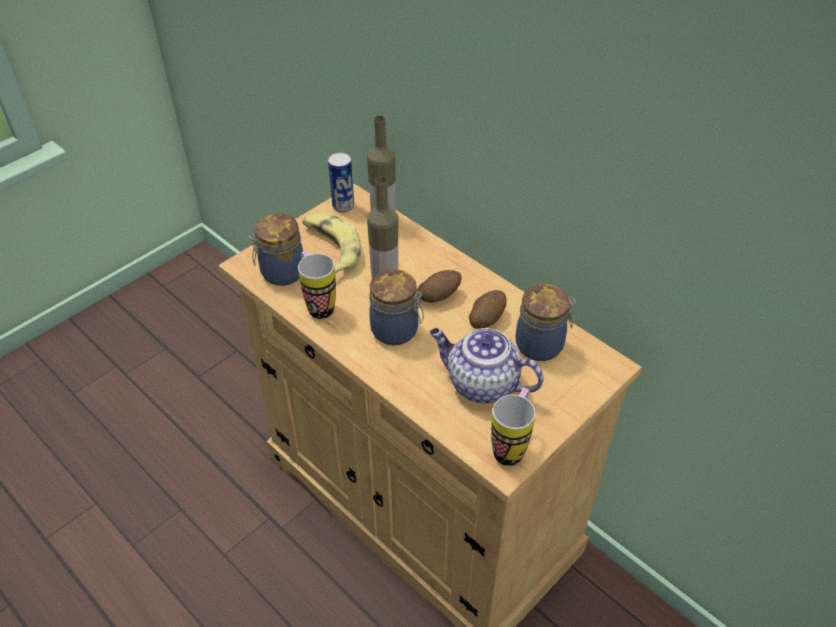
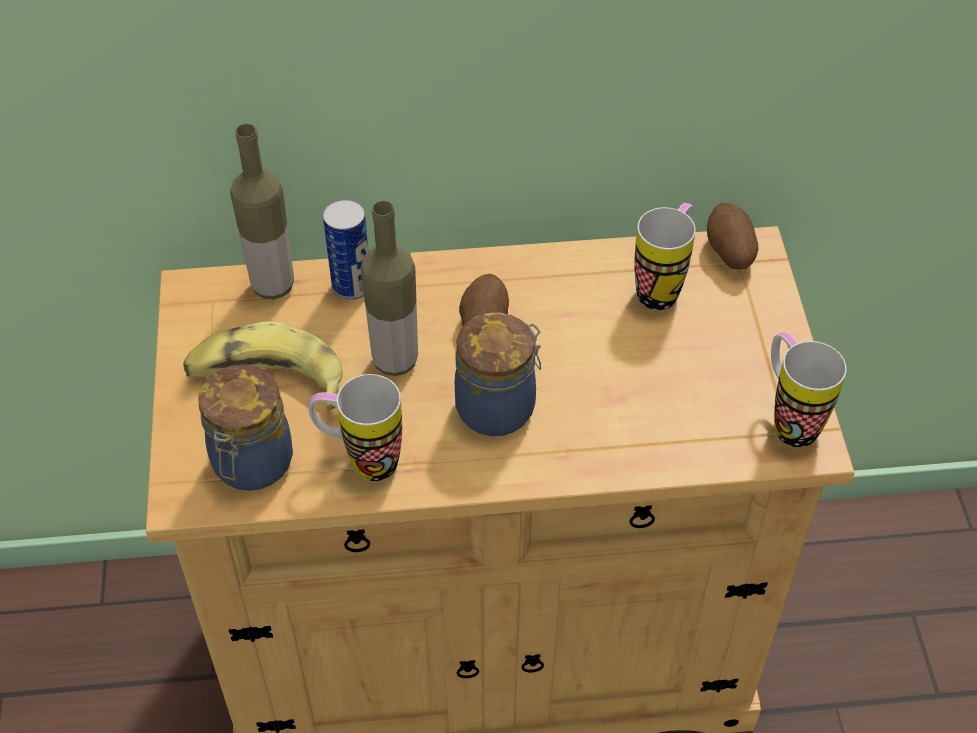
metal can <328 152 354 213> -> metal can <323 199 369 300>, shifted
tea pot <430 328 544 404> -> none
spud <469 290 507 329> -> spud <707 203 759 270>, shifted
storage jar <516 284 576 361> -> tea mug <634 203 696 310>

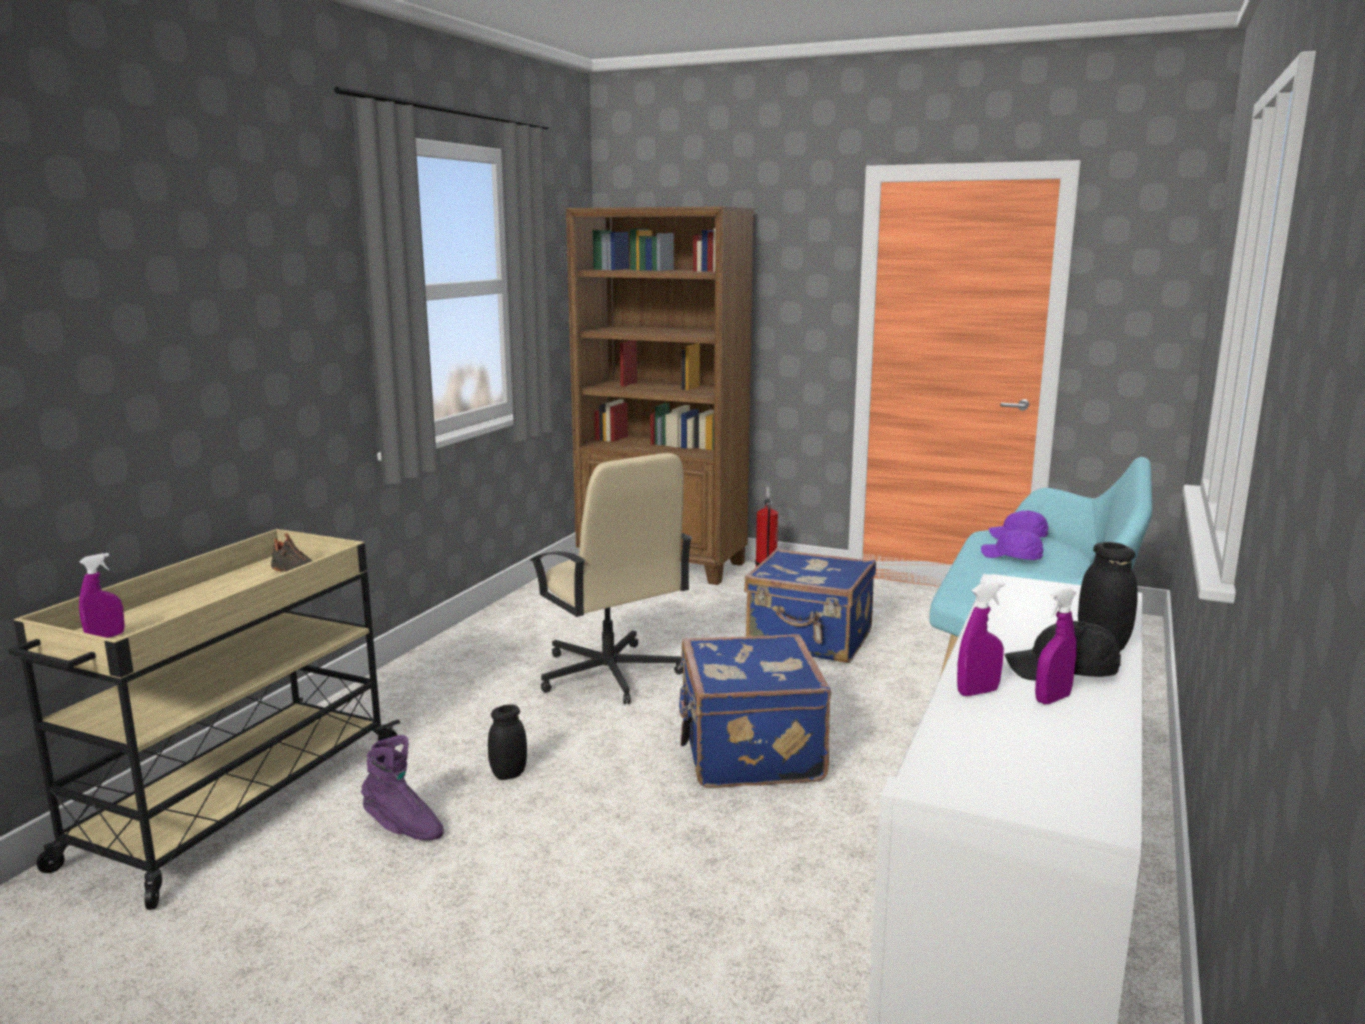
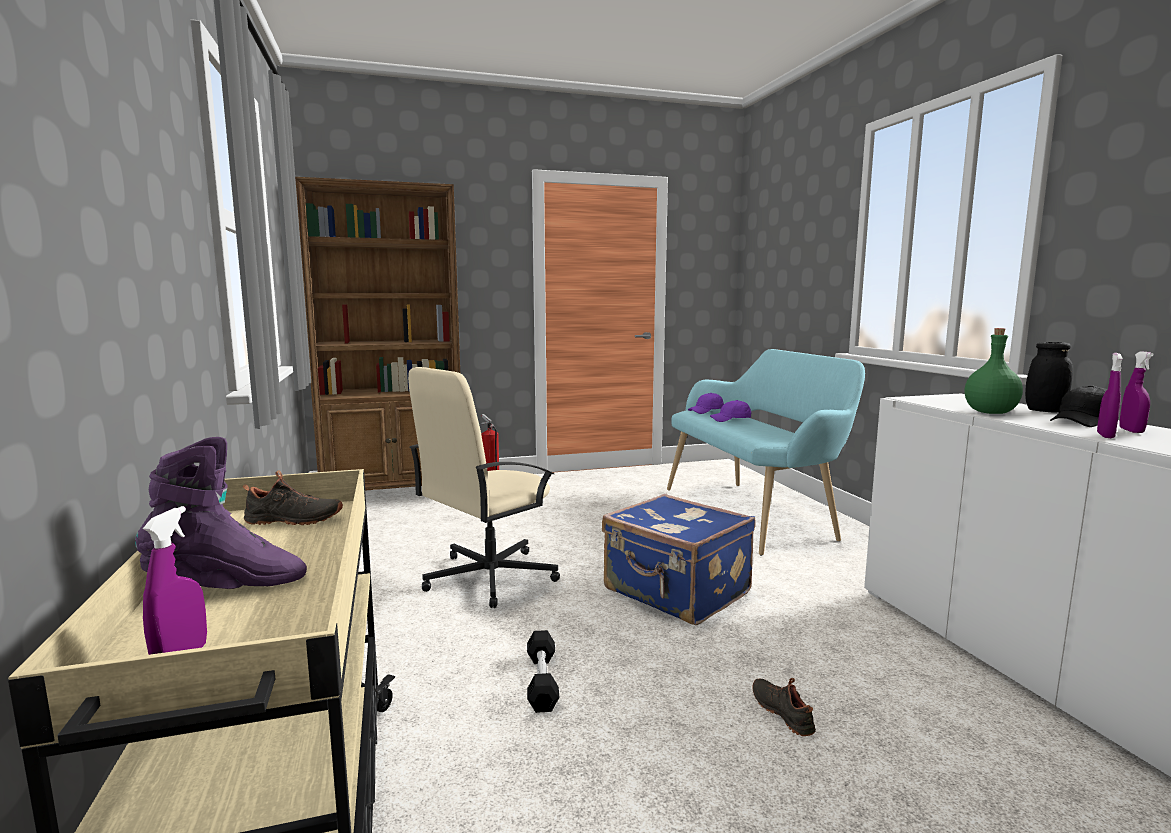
tall boot/purple <361 735 444 840> -> tall boot/purple <135 437 307 589>, shifted
storage jar/black-coloured <488 704 527 780> -> dumbbell/black-coloured <527 630 559 713>
desk chair/sand-coloured <530 453 692 704> -> desk chair/sand-coloured <408 367 560 608>, 120 degrees clockwise
piece of luggage/blue <744 548 876 663> -> none
none -> low shoe/black-coloured <752 678 816 736>
none -> bottle/green <965 328 1023 414>

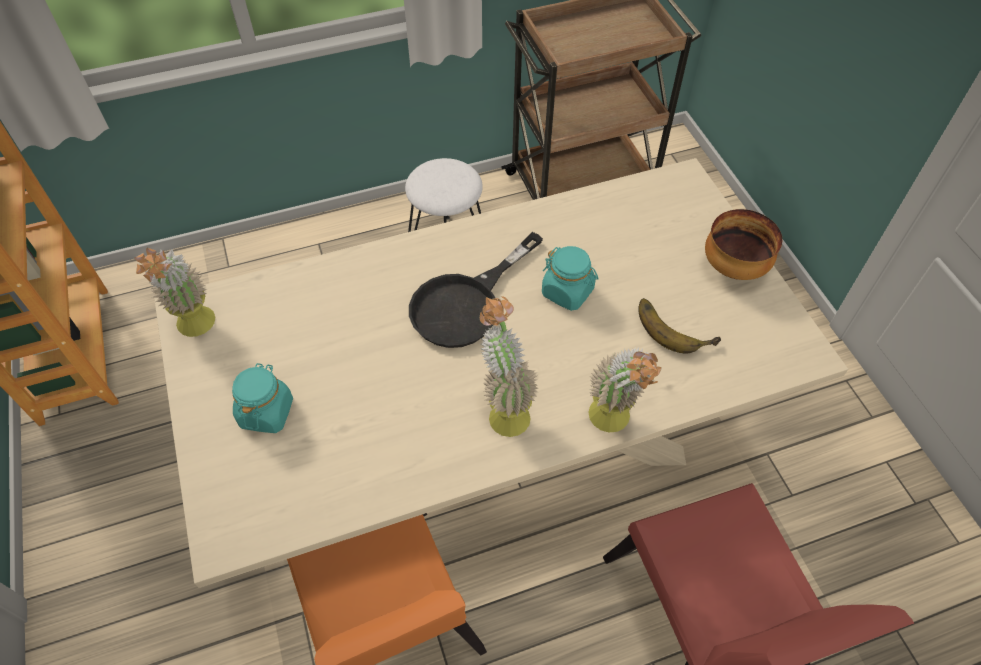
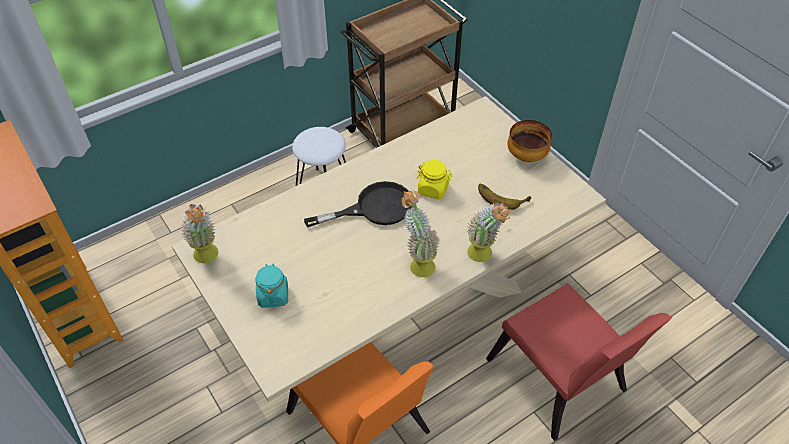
frying pan/black-coloured <409 232 543 348> -> frying pan/black-coloured <304 181 412 227>, 135 degrees counterclockwise
storage jar/blue-green <542 246 599 311> -> storage jar/yellowish <416 160 452 199>

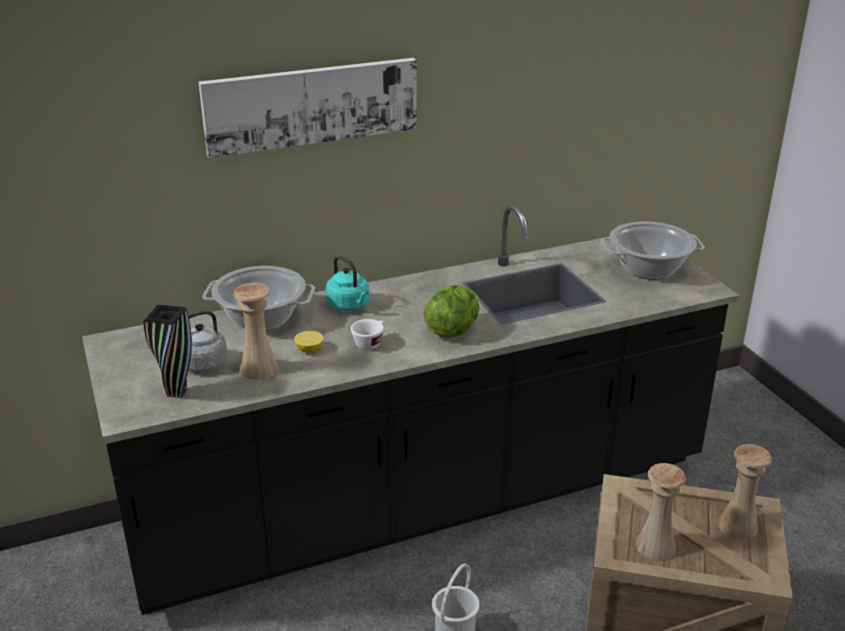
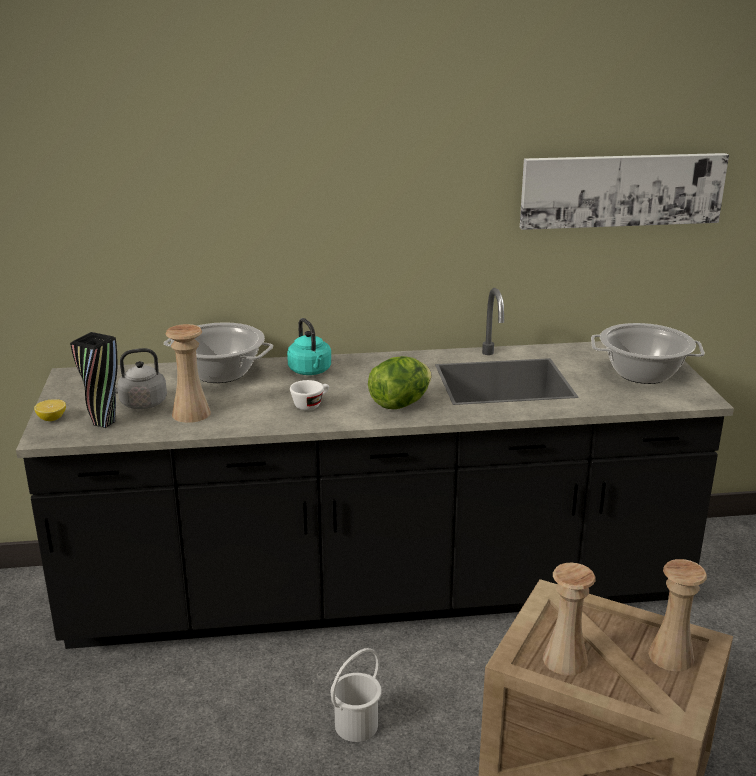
wall picture <198 58 417 158> -> wall picture <520 153 729 230>, shifted
citrus fruit <294 331 324 353> -> citrus fruit <34 399 66 421>, shifted

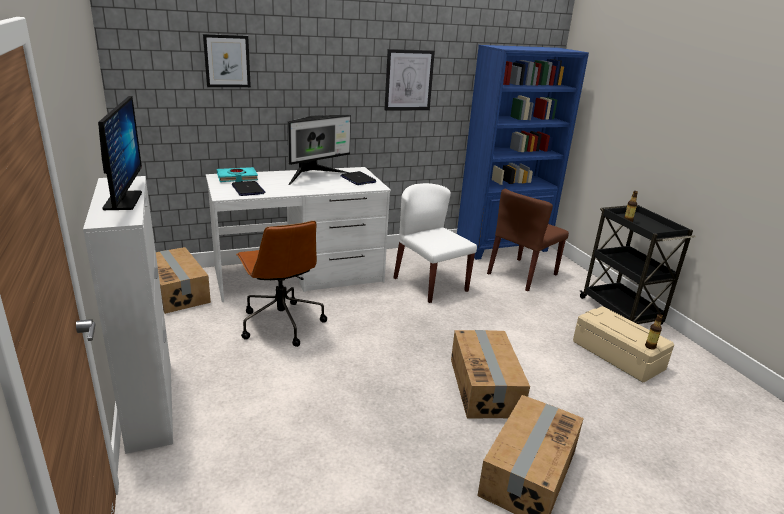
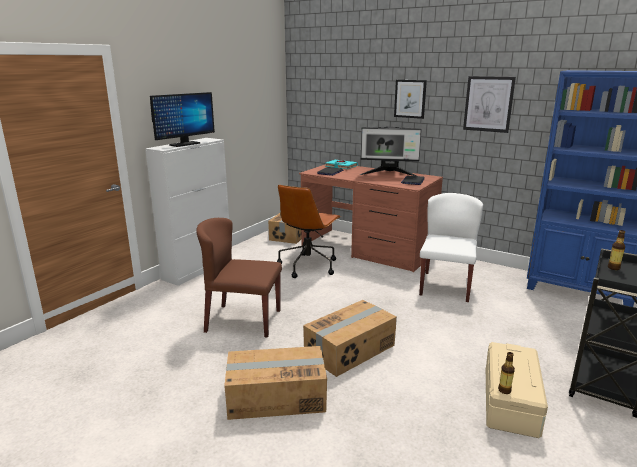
wall picture <203 34 251 87> -> wall picture <394 80 427 119>, shifted
desk table/whitish <206 167 391 302> -> desk table/brown <299 164 443 272>
plain chair/brown <487 189 569 291> -> plain chair/brown <196 218 282 338>, shifted

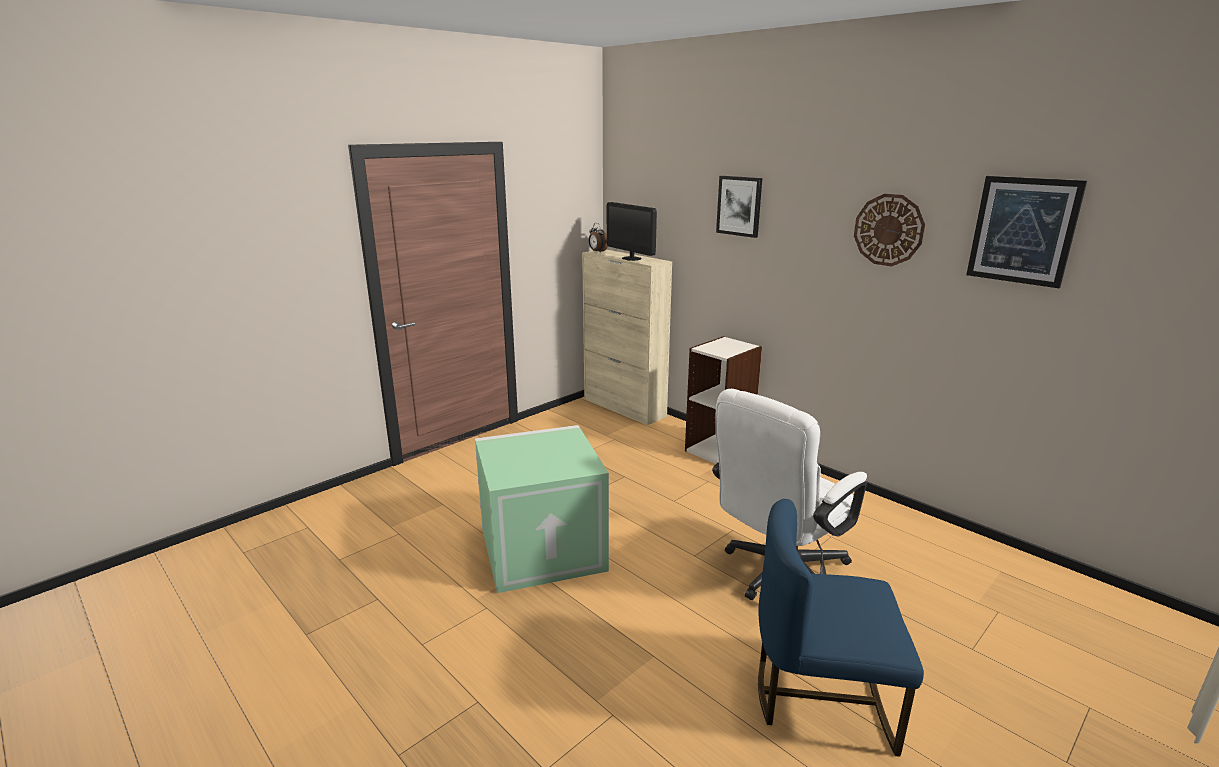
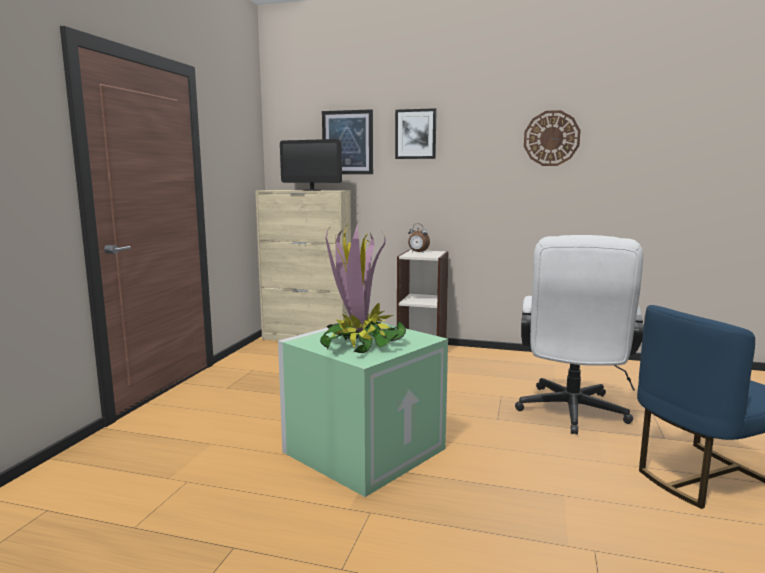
alarm clock <589 223 608 253> -> alarm clock <408 224 430 252>, shifted
wall picture <966 176 1087 288> -> wall picture <322 109 373 174>, shifted
none -> potted plant <320 222 406 353>

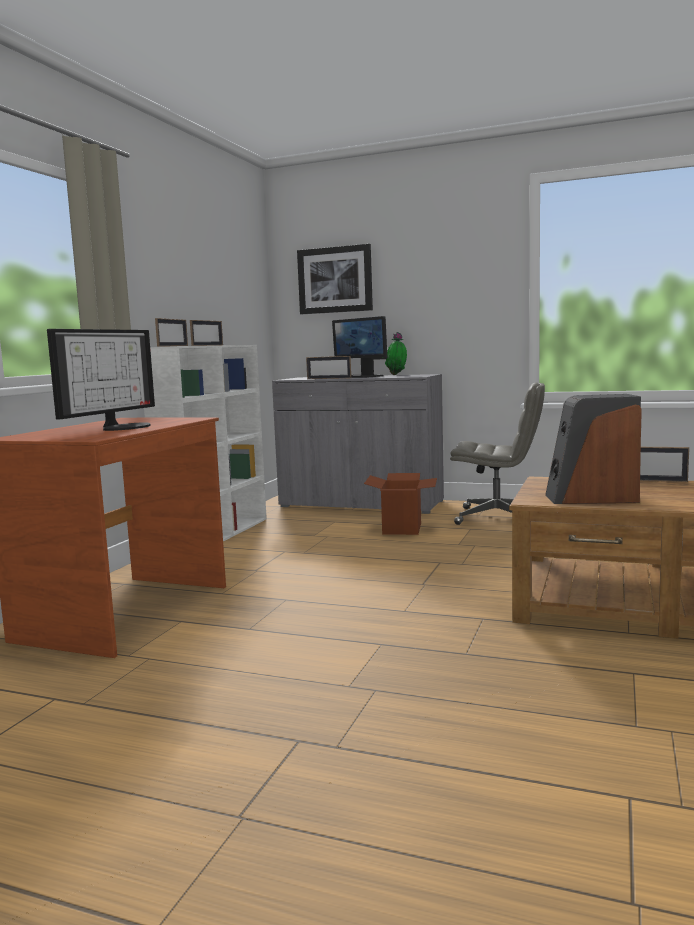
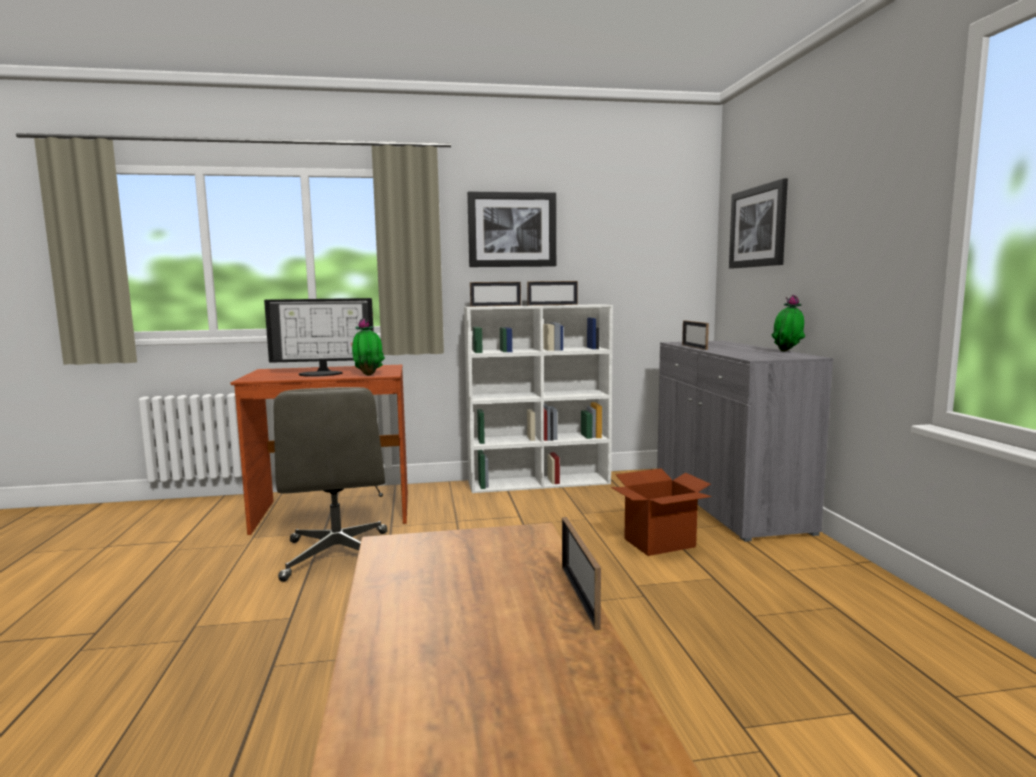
computer display <332 316 387 378> -> none
desk chair/greyish <450 383 545 525> -> desk chair/greyish <273 387 388 582>, shifted
speaker <545 394 642 504> -> none
none -> potted plant <352 318 385 376>
none -> wall picture <467 192 556 267>

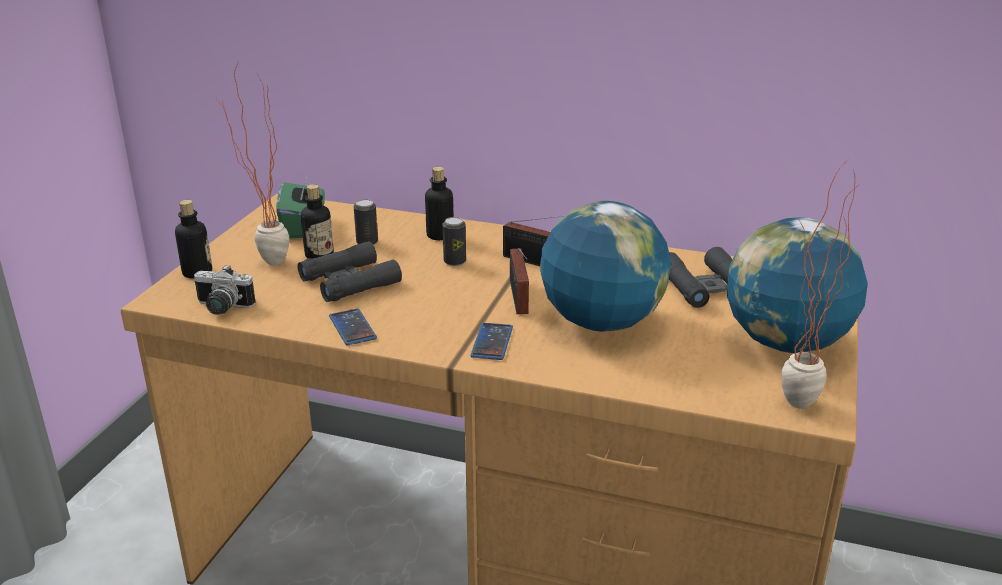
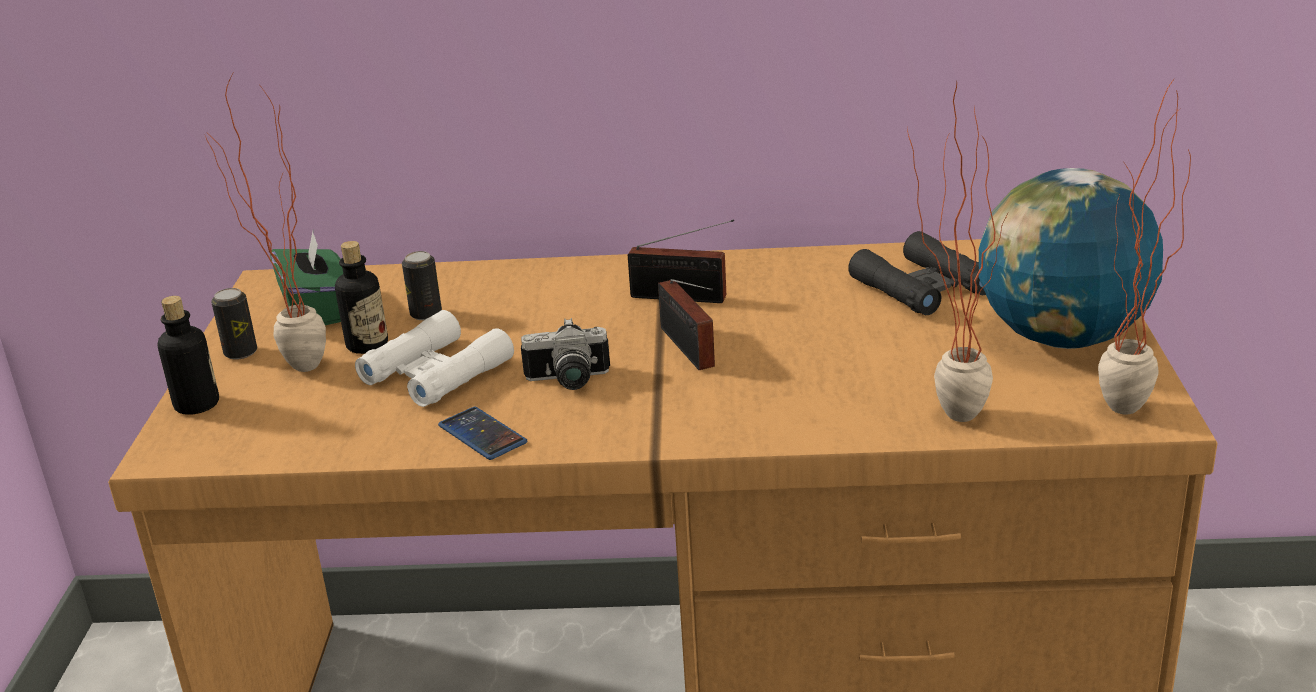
still camera <194 265 255 315> -> still camera <521 318 610 390>, shifted
binoculars/black-coloured <298 241 402 302> -> binoculars/whitish <355 310 514 407>
bottle <425 167 454 240> -> none
metal can <442 217 466 266> -> metal can <211 288 257 360>, shifted
telephone <470 323 513 360> -> none
world globe <540 201 671 332> -> none
none -> potted plant <907 82 1008 422>

